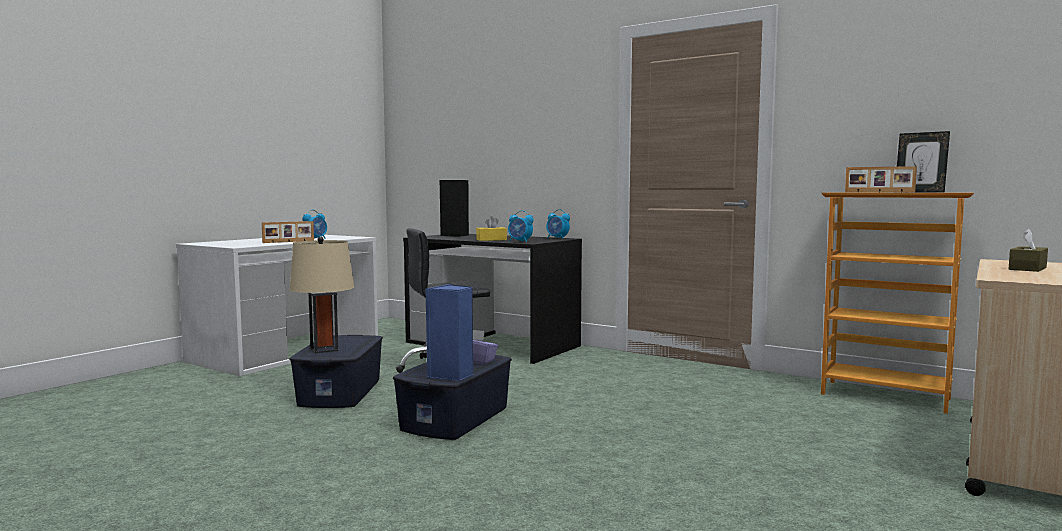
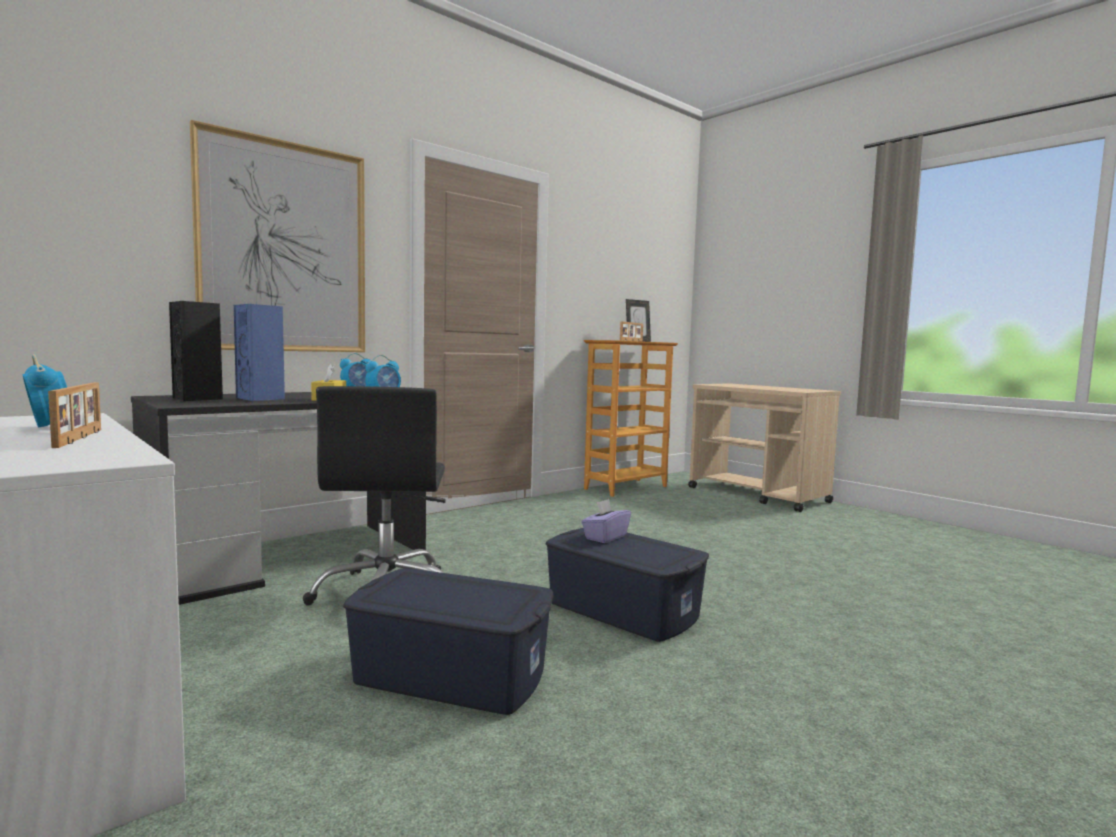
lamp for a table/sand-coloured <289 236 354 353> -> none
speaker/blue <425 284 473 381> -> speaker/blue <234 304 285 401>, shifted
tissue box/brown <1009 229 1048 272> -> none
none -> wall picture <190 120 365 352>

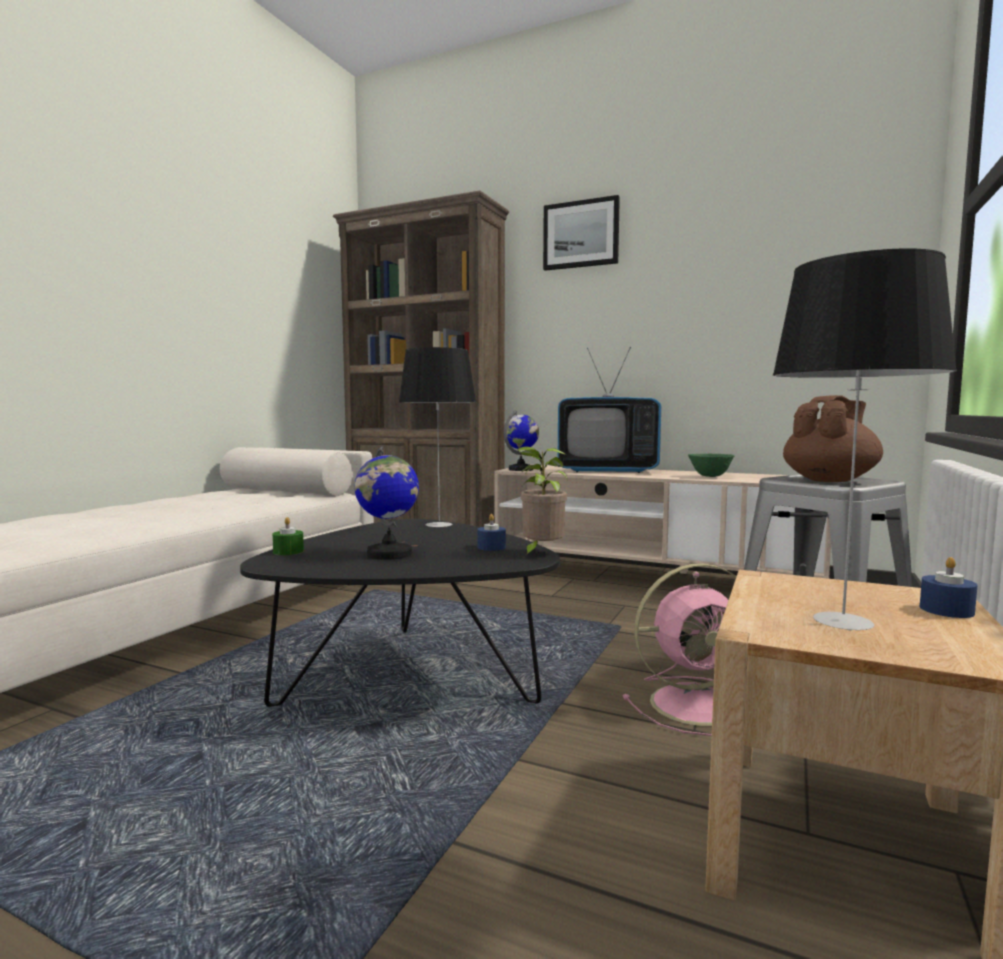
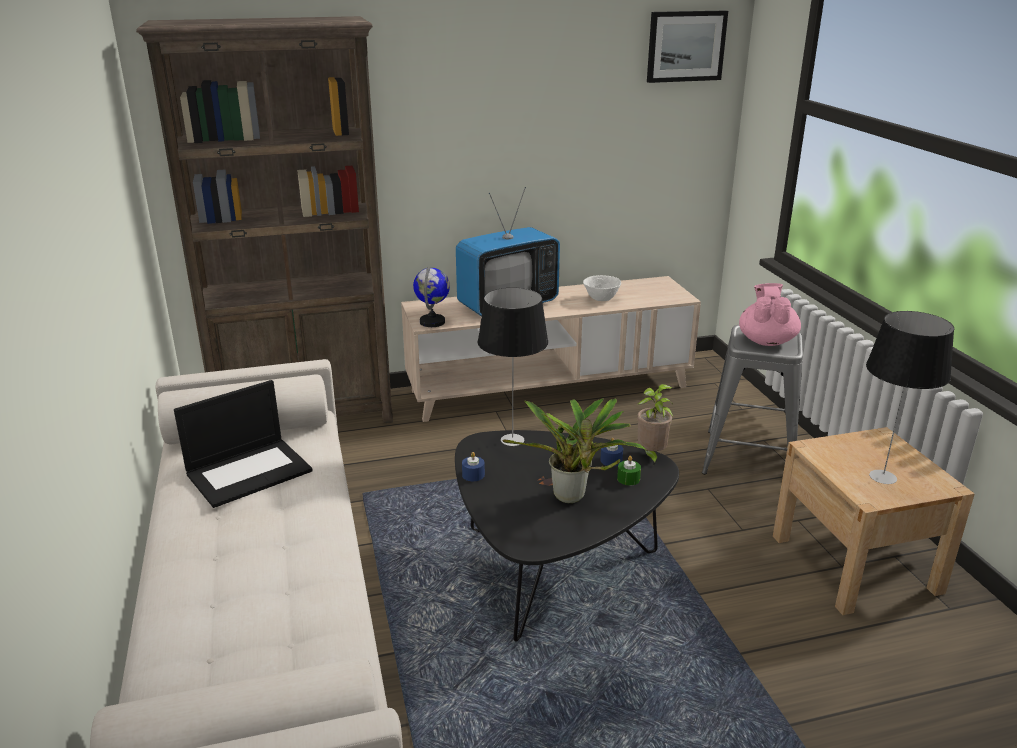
wax light/green <272 517 304 555> -> wax light/green <617 456 641 485>, shifted
world globe <355 446 419 560> -> potted plant <502 398 648 503>
wall picture <543 195 620 271> -> wall picture <647 10 728 83>, shifted
fan/pink-coloured <623 563 737 736> -> none
serving bowl/green <688 454 735 477> -> serving bowl/whitish <583 275 621 301>
tea pot/brown <783 395 883 482> -> tea pot/pink-coloured <739 283 801 346>
wax light/blue <920 557 977 618> -> wax light/blue <462 452 485 481>, shifted
none -> laptop <174 380 313 508>

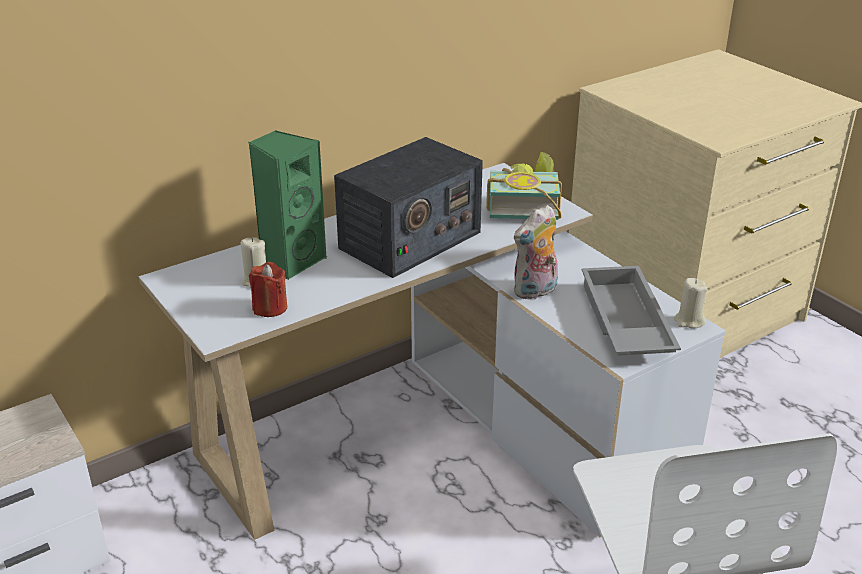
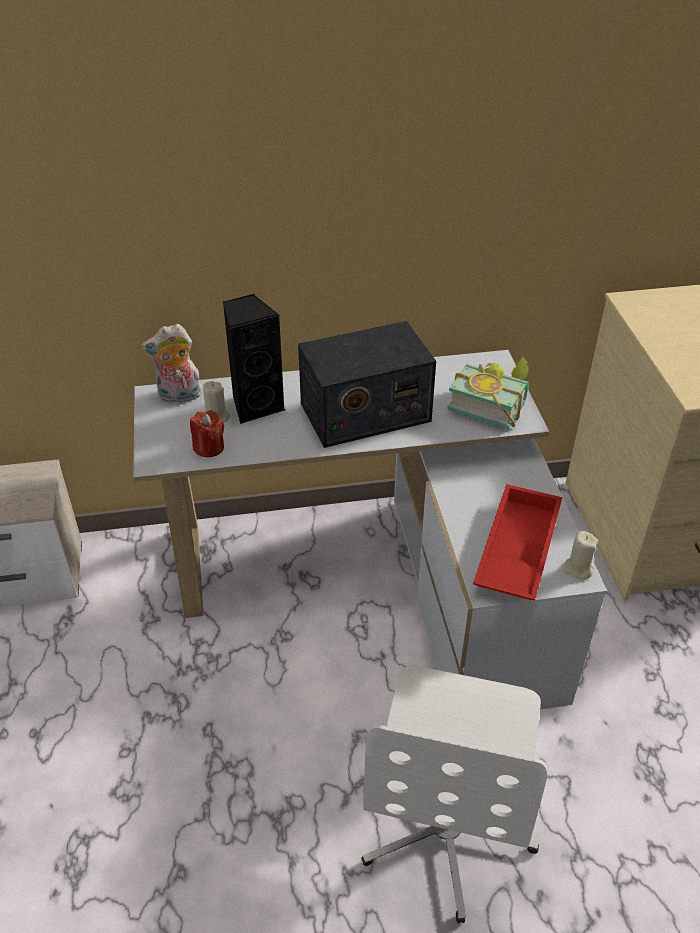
speaker/green <248 130 327 280> -> speaker/black-coloured <223 294 285 424>
cuddly toy <514 205 558 300> -> cuddly toy <142 324 202 403>, shifted
serving tray/greyish <582 266 681 355> -> serving tray/red <473 484 562 601>

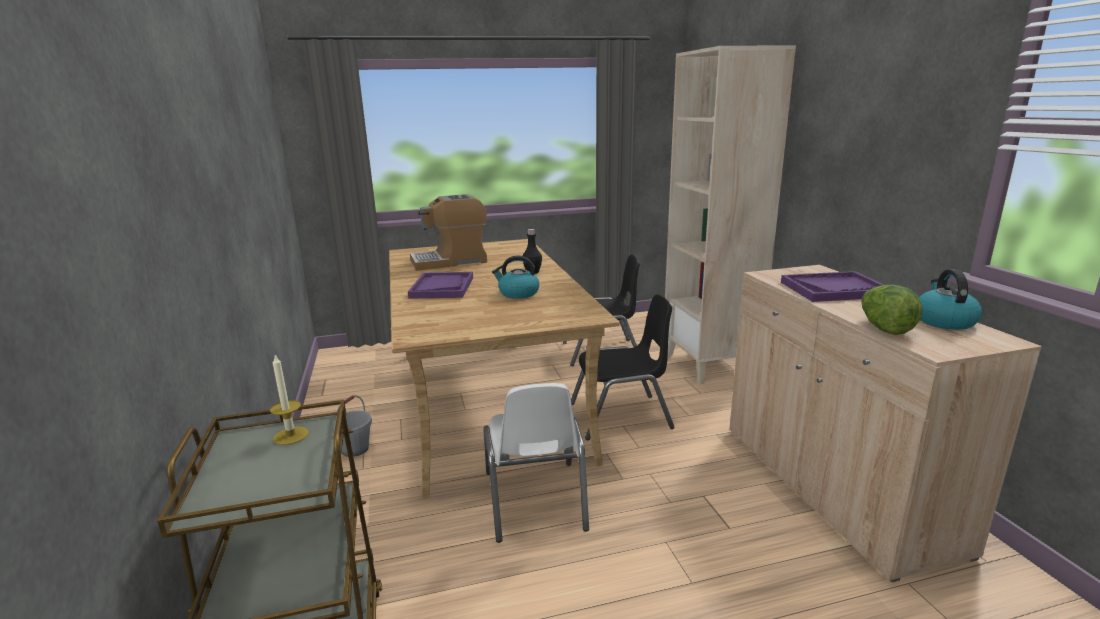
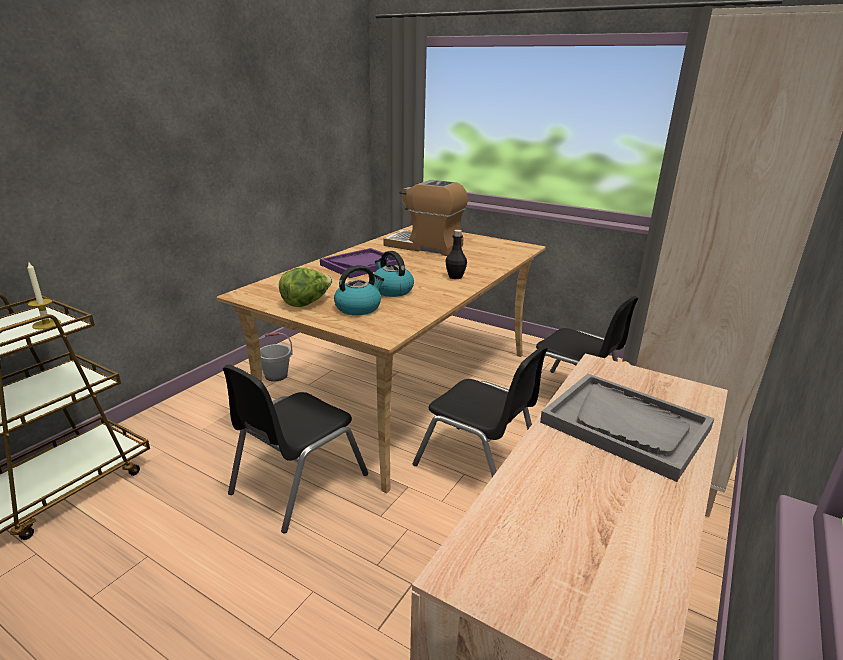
plain chair/whitish <483 383 589 543> -> plain chair/black-coloured <223 365 368 533>
serving tray/purple <781 271 884 302> -> serving tray/greyish <540 374 714 482>
lettuce head <861 285 922 335> -> lettuce head <279 268 332 307>, shifted
tea kettle <919 269 982 330> -> tea kettle <334 265 384 315>, shifted

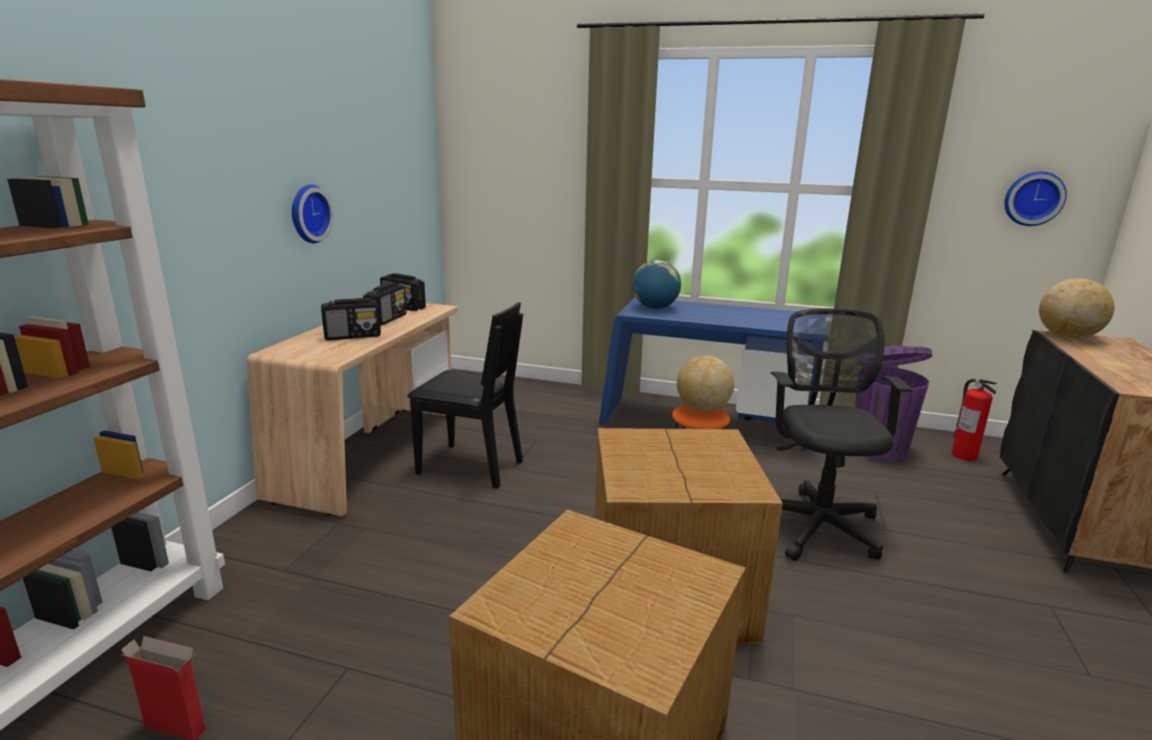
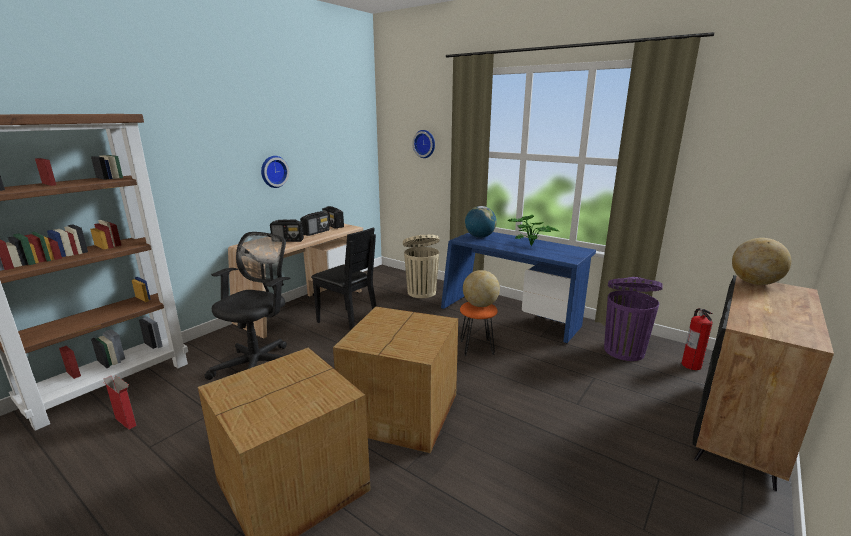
desk chair/black-coloured <771 308 912 561> -> desk chair/black-coloured <204 232 290 380>, shifted
clock on the wall <1004 172 1067 226> -> clock on the wall <412 130 435 158>, shifted
none -> waste bin/sand-coloured <403 234 440 298>
none -> potted plant <507 215 559 246>

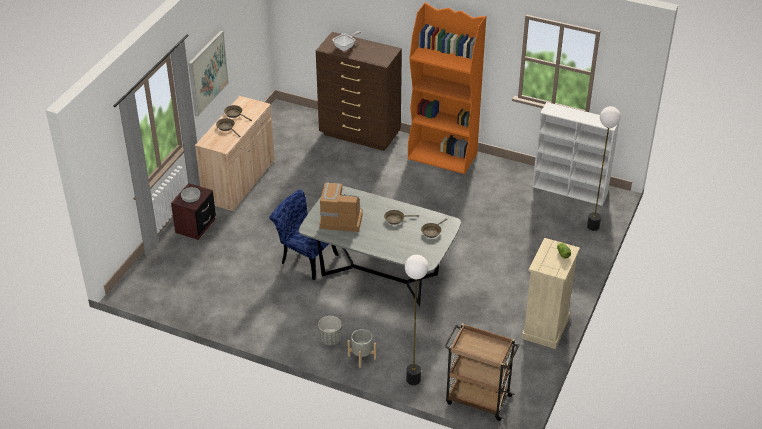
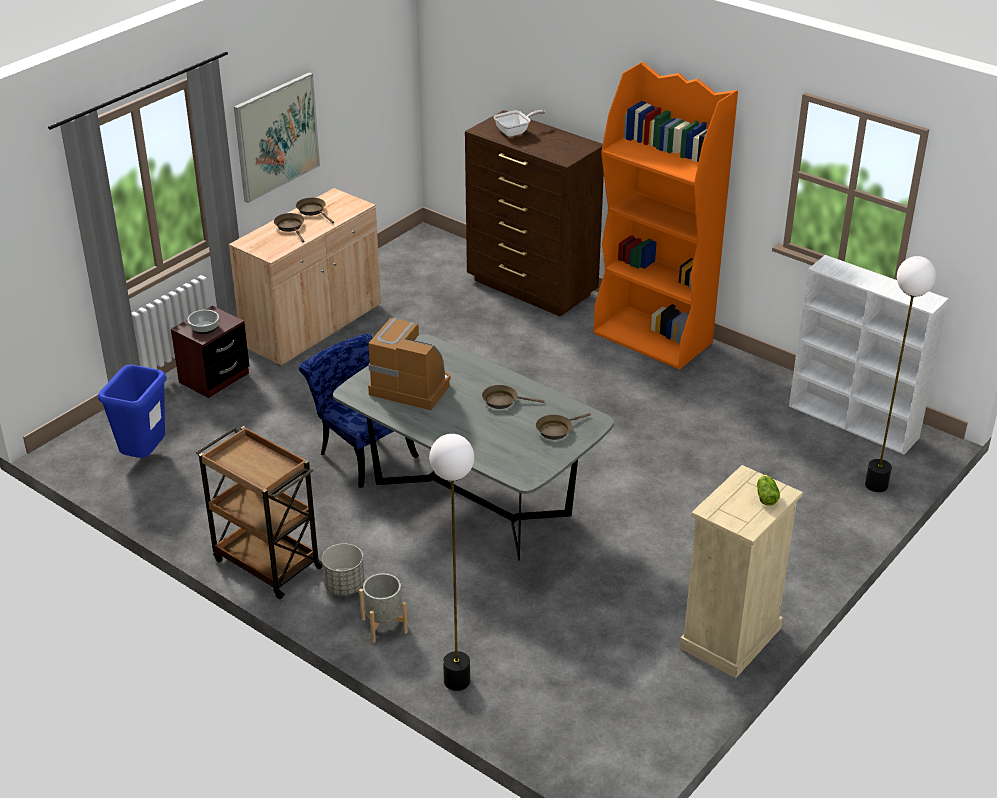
wheeled cart/brown <444 323 519 421> -> wheeled cart/brown <196 426 322 599>, shifted
none -> waste bin/blue <98 365 167 458>

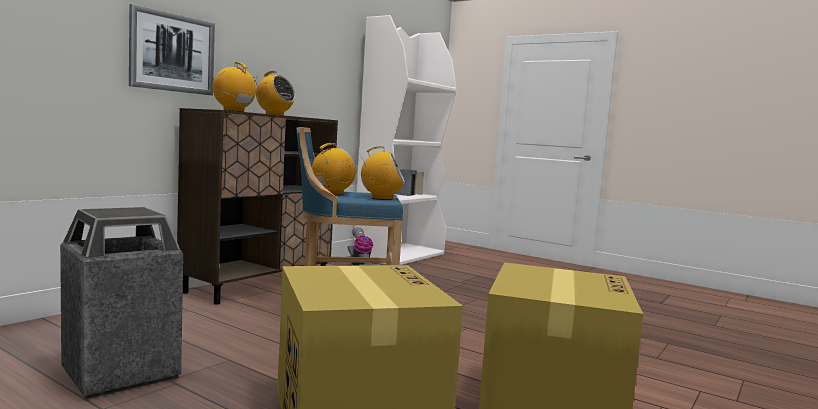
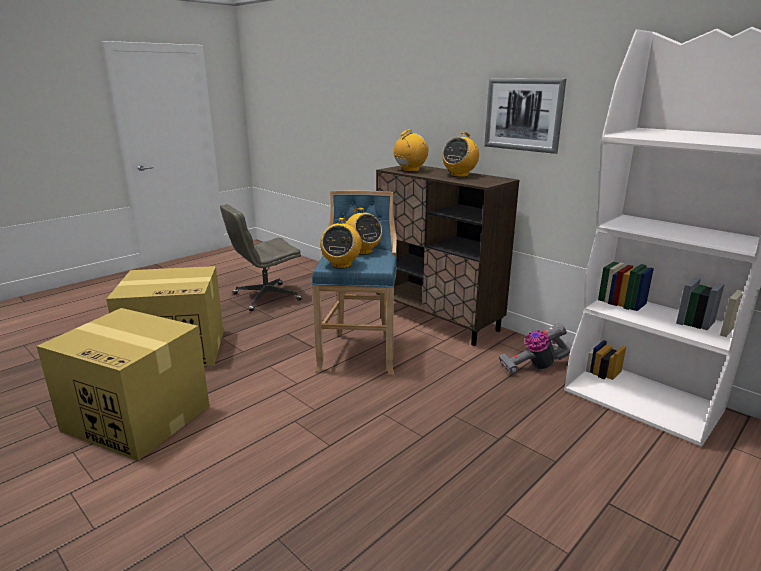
waste bin <60 207 183 399> -> desk chair/greyish <220 204 302 311>
wall picture <129 4 215 95> -> wall picture <484 78 566 154>, shifted

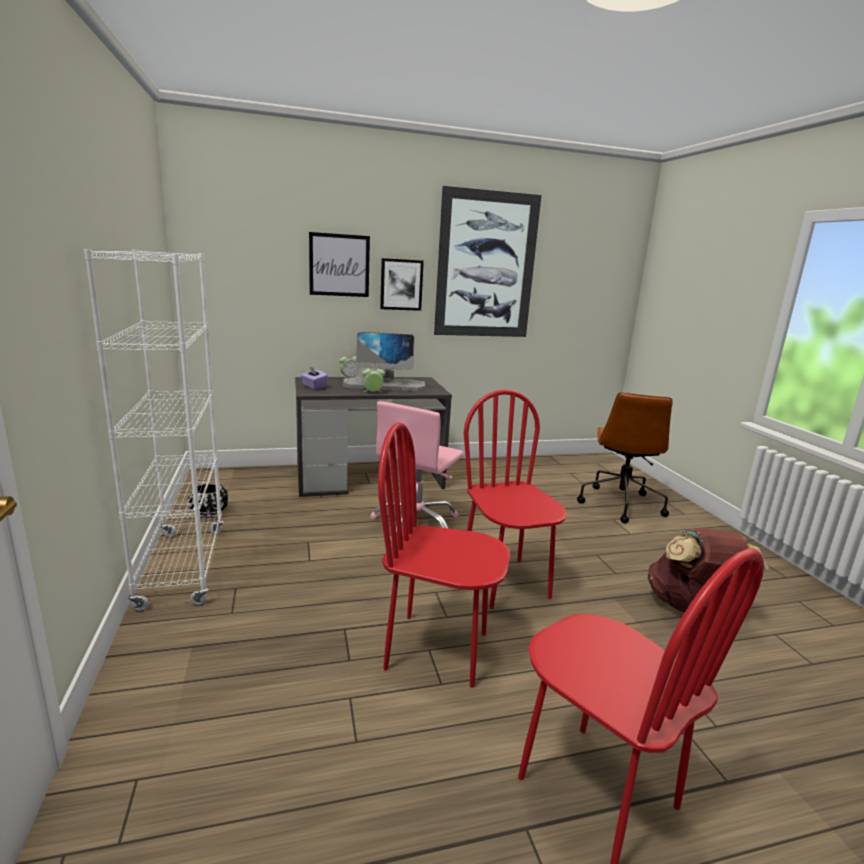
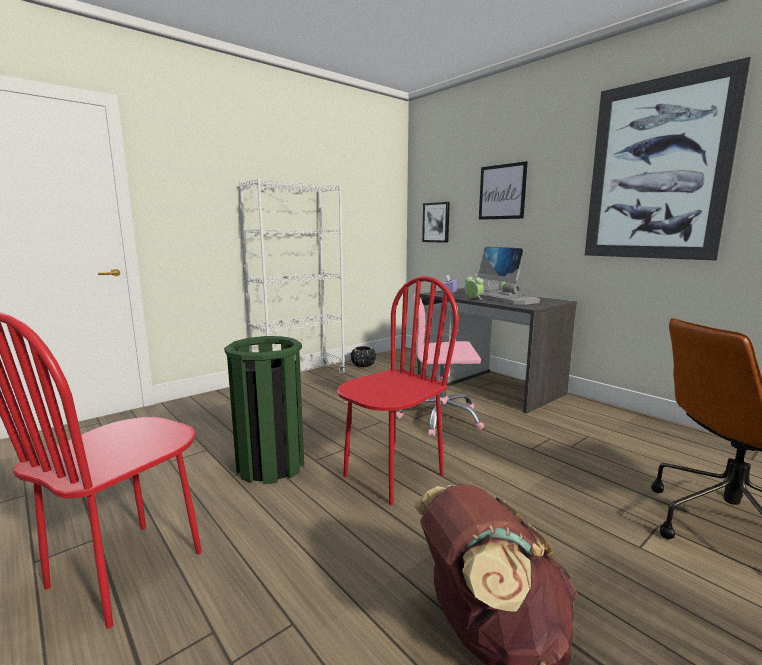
plain chair/red <378 422 510 688> -> waste bin/green <224 336 304 484>
wall picture <380 258 424 311> -> wall picture <422 202 450 243>, shifted

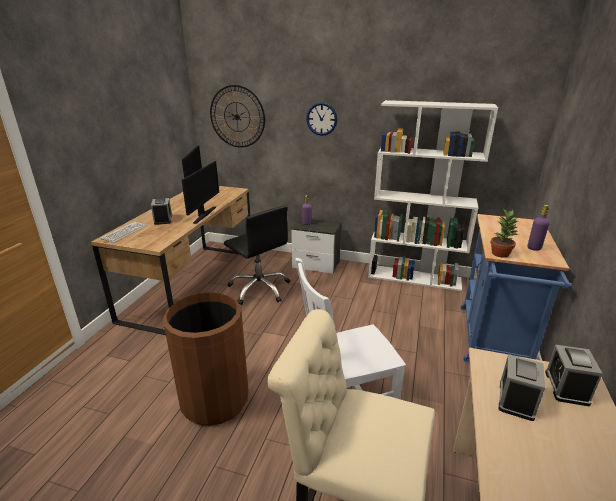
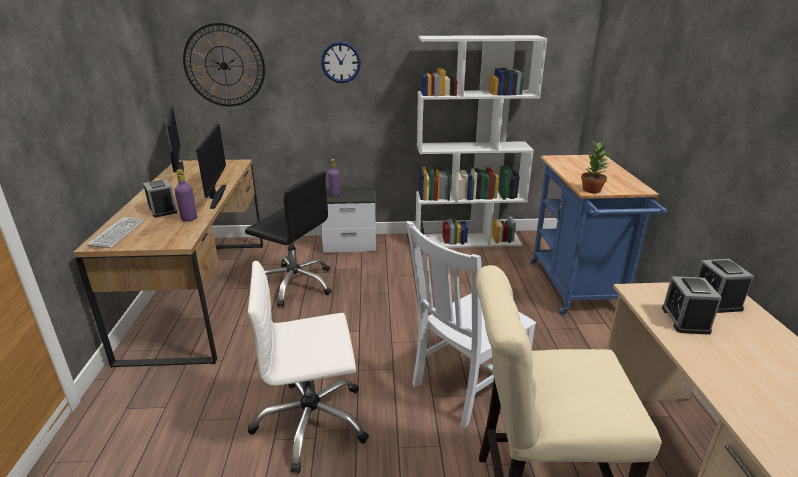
waste bin/brown <163 292 249 426> -> desk chair/whitish <248 261 369 473>
bottle/purple <528 205 550 251> -> bottle/purple <174 169 197 222>, shifted

